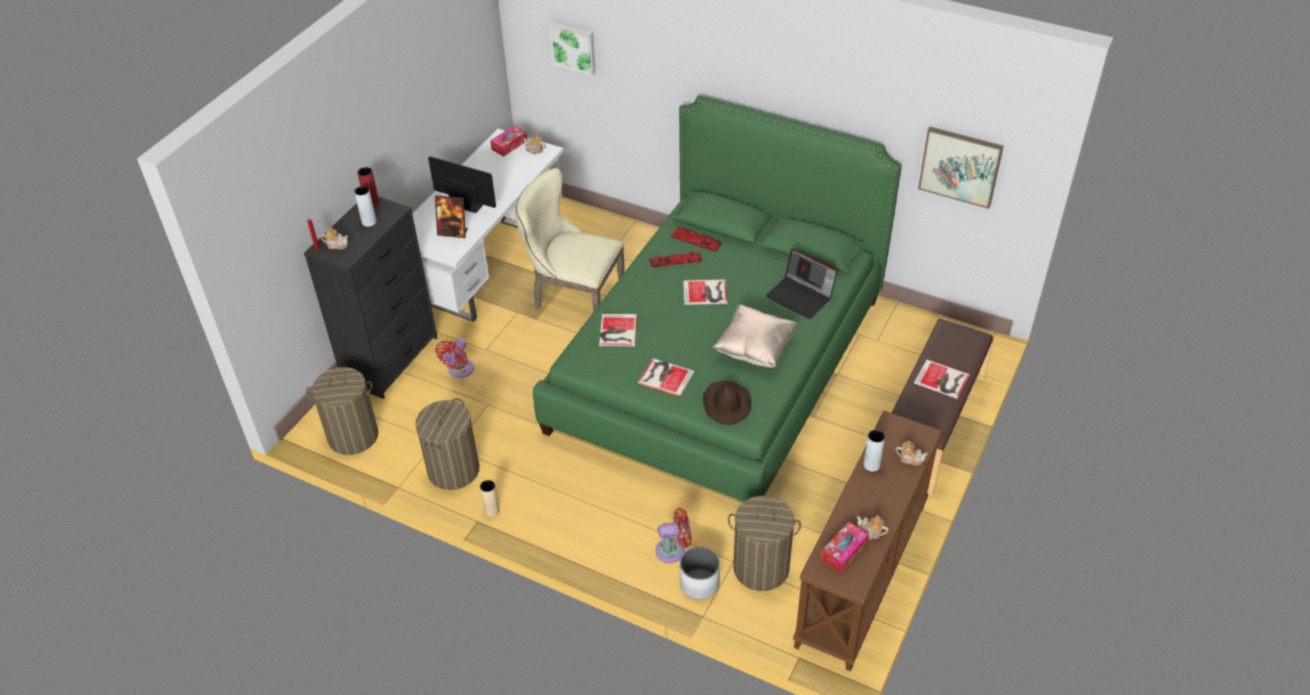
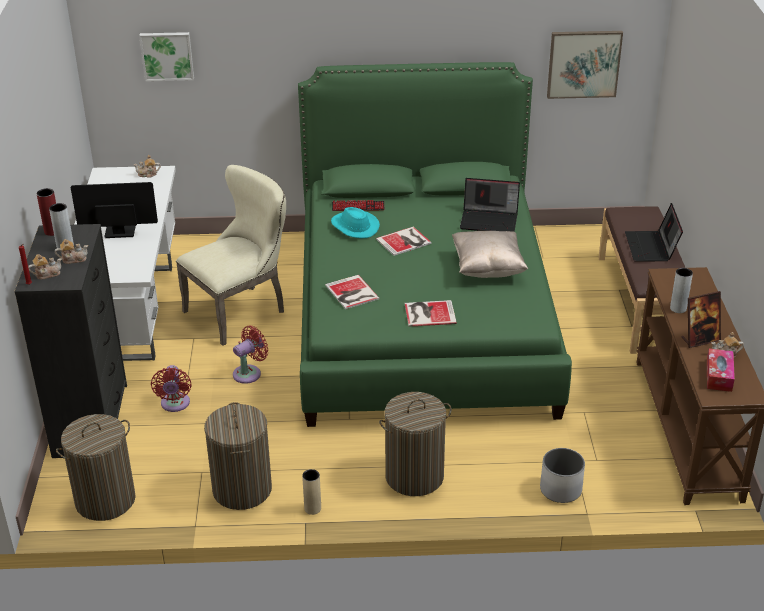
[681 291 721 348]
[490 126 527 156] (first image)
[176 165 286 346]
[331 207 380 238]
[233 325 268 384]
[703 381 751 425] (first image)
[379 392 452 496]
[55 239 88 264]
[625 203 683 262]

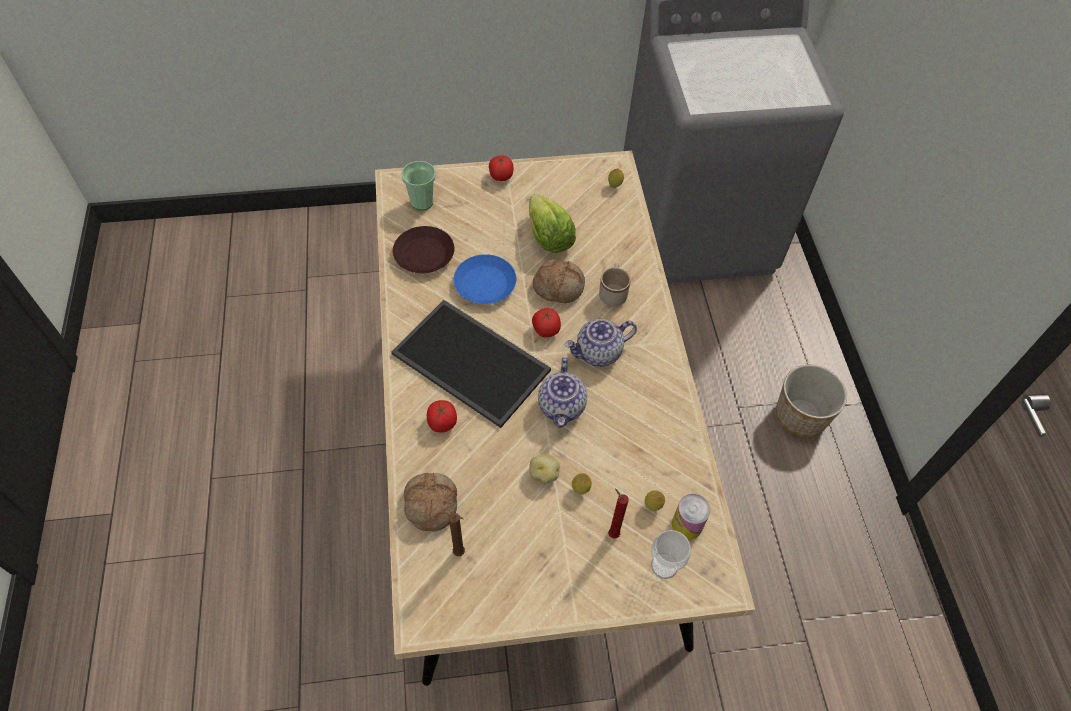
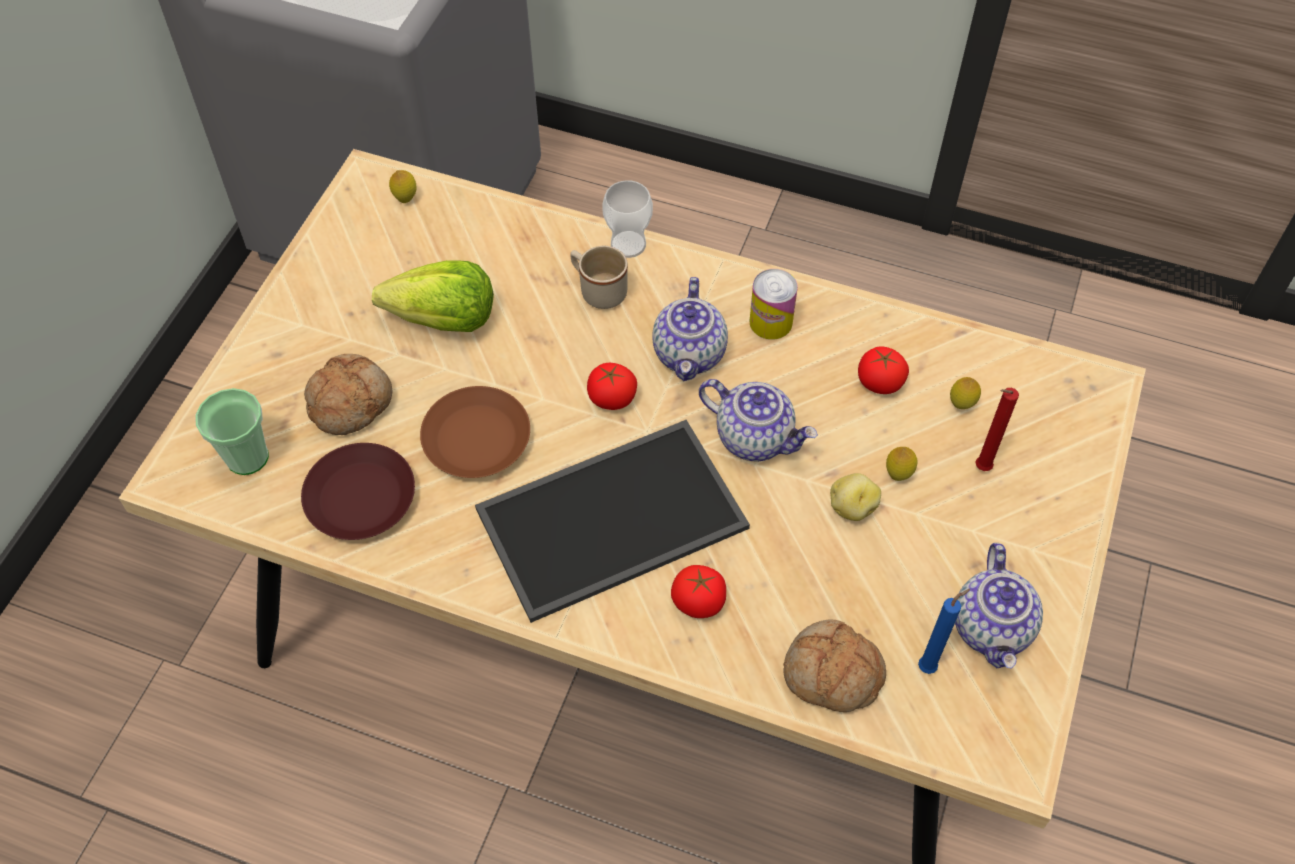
[918 589 970 674]
[420 386 530 478]
[858 346 909 394]
[304 354 392 435]
[602 180 653 258]
[749 269 798 340]
[776 365 847 437] (first image)
[955 543 1043 669]

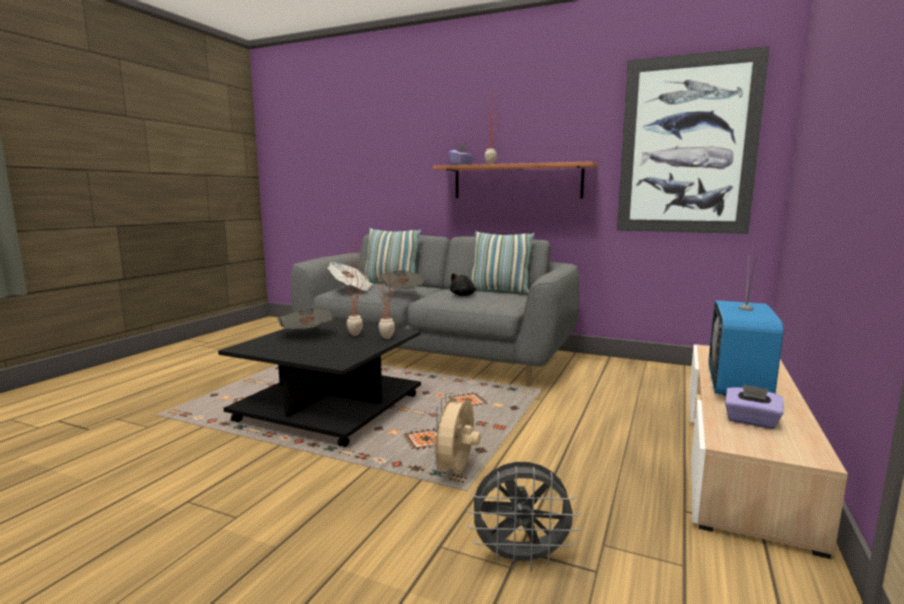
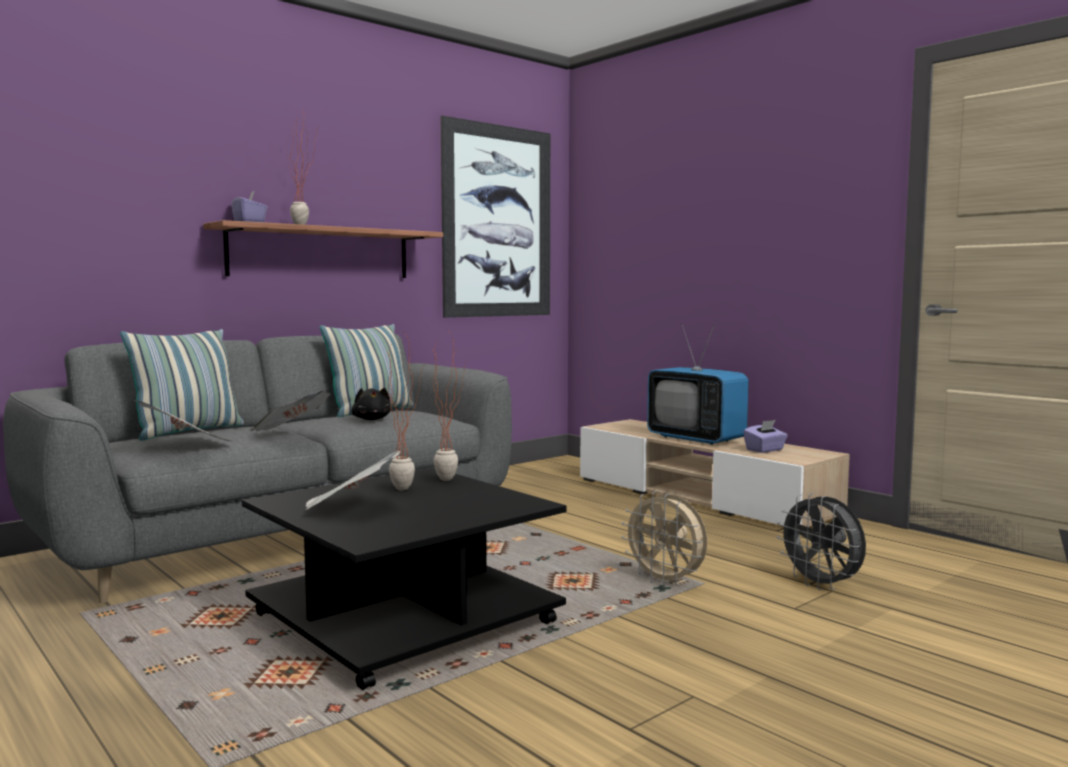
[776 493 866 590]

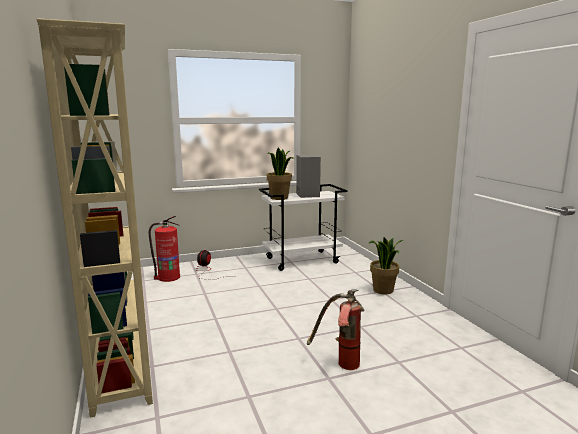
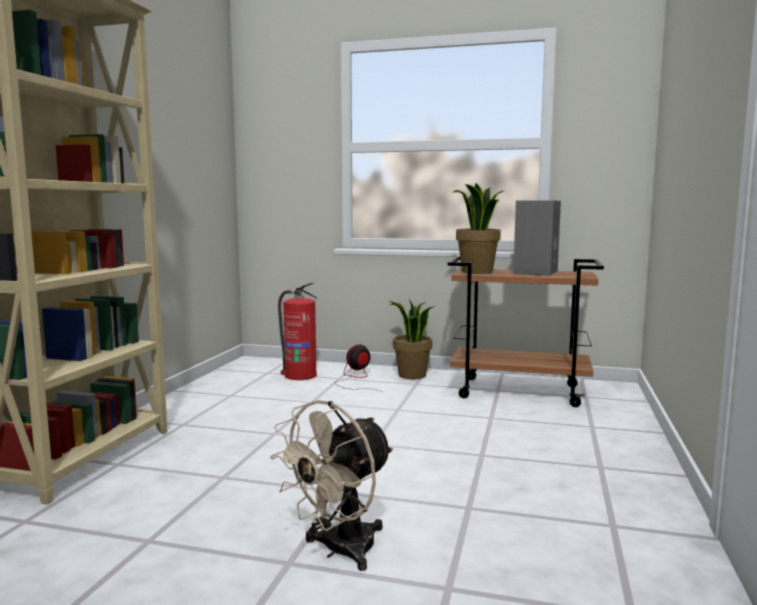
[447 256 604 407]
[270 400 393 571]
[389 298 436 379]

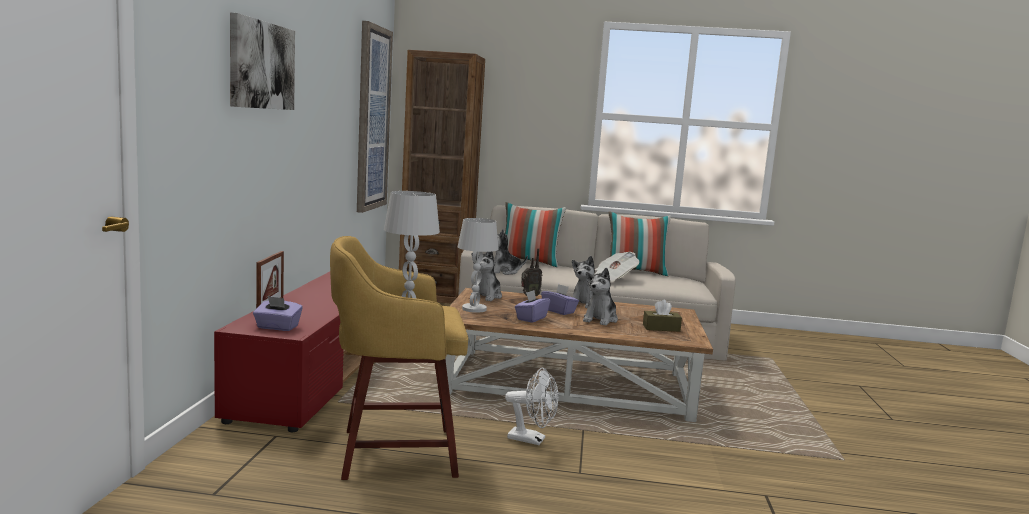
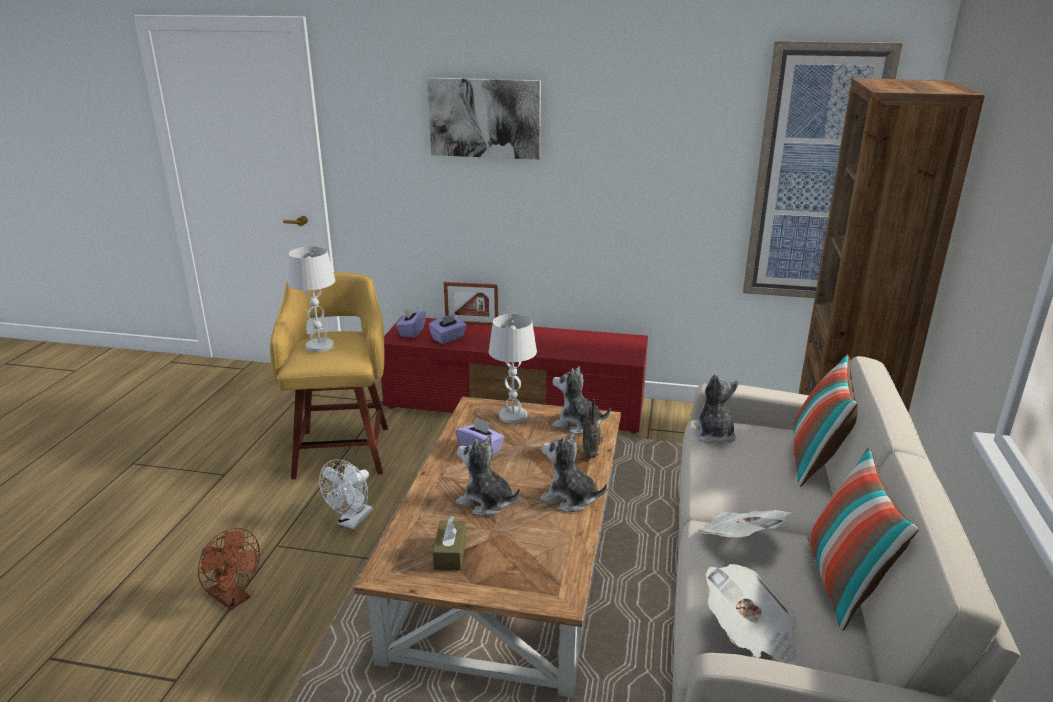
[429 314 467 344]
[198 528 260 610]
[706 564 797 665]

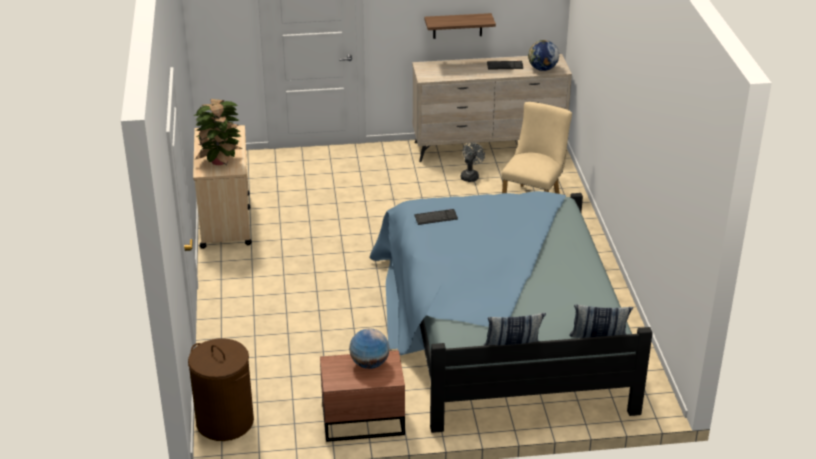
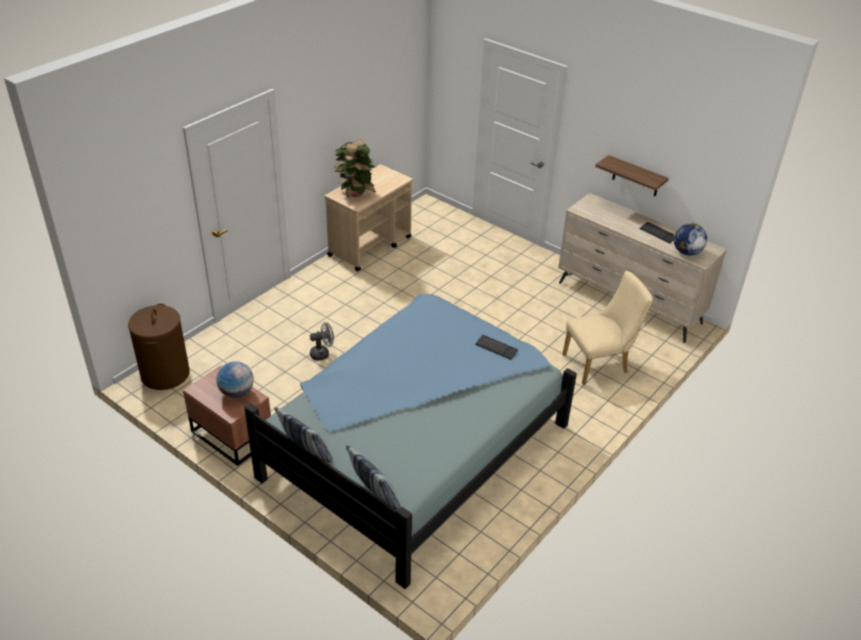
[475 335 518 360]
[310 322 334 361]

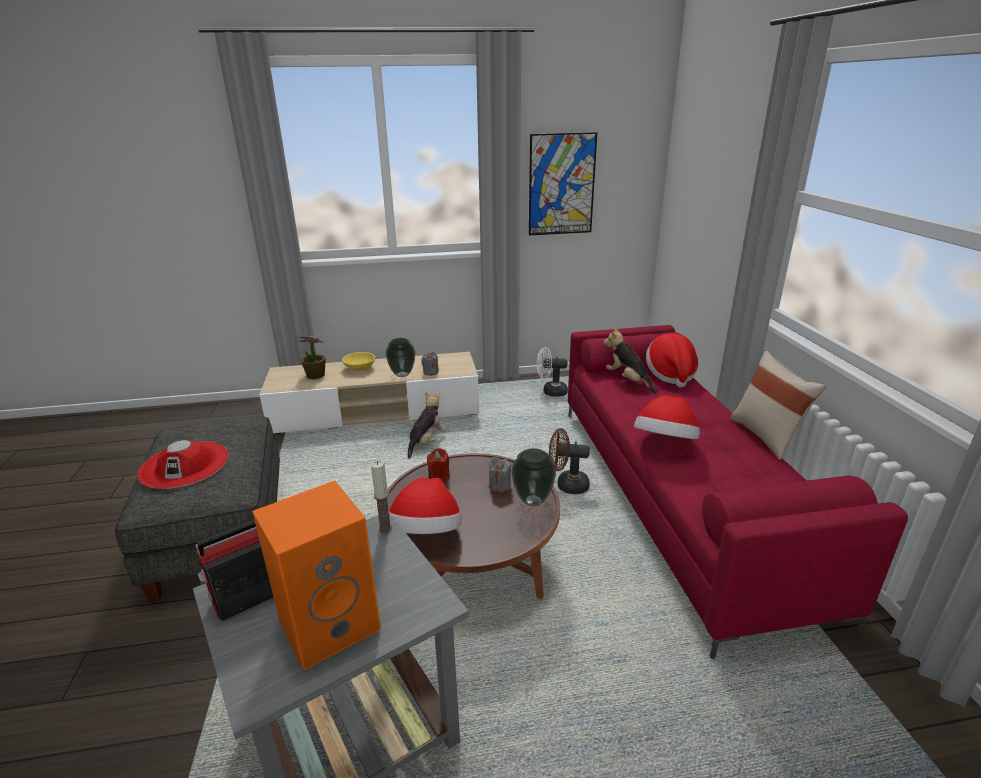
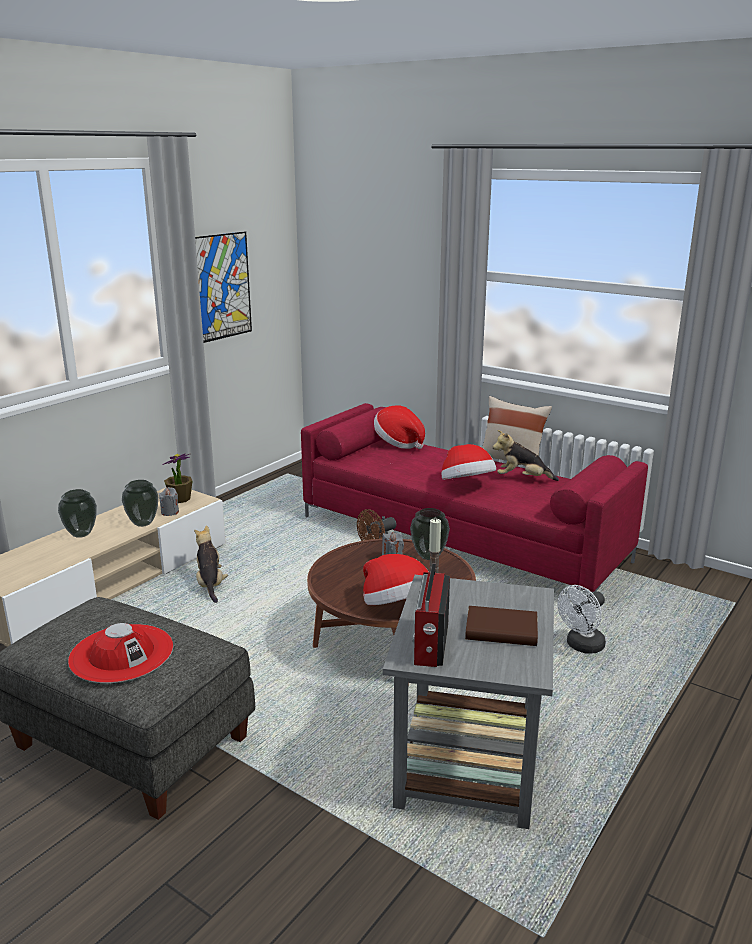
[465 606 538 646]
[162 453 193 503]
[58 489 97 538]
[427 448 450 483] (first image)
[558 585 606 654]
[493 430 559 481]

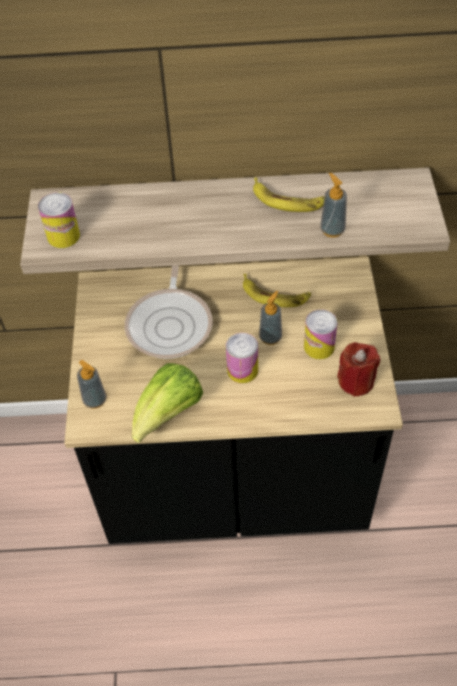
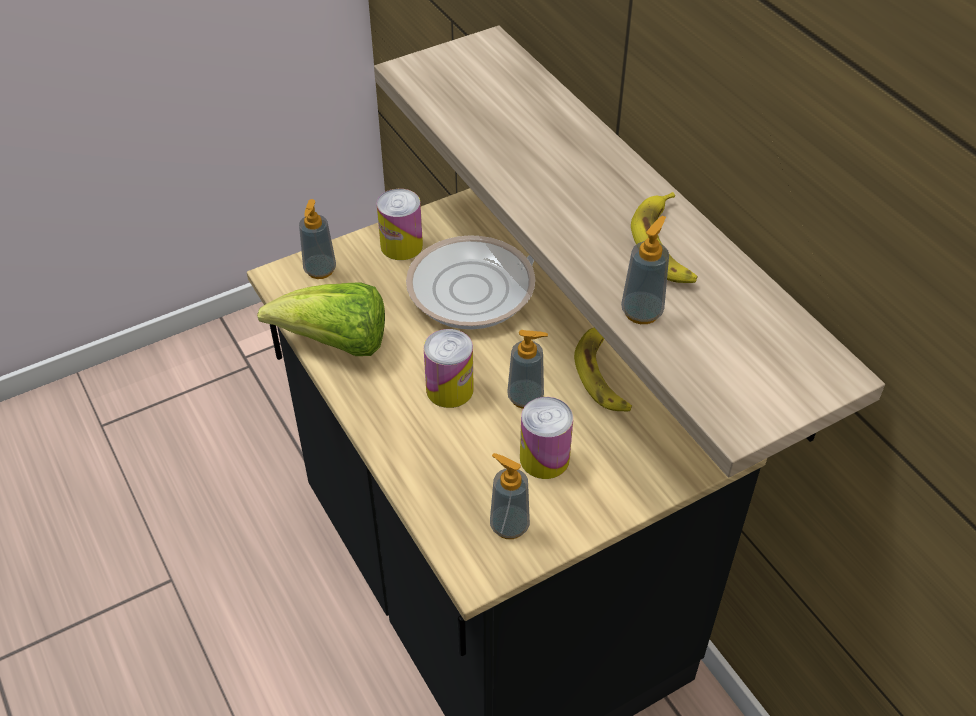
[377 189 423 260]
[490 453 530 539]

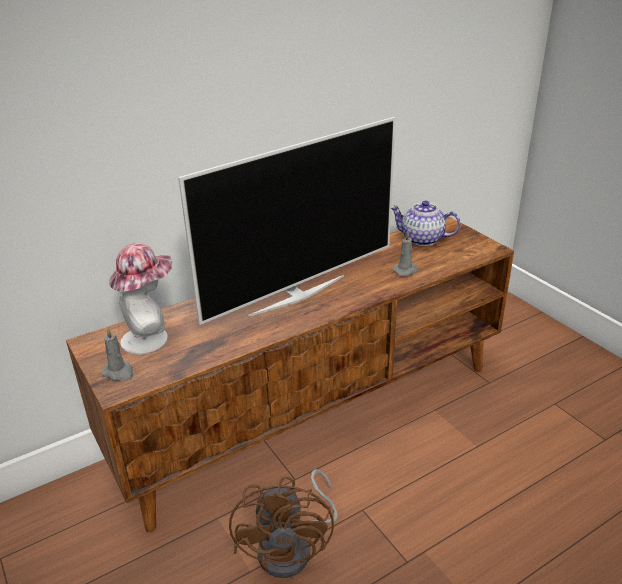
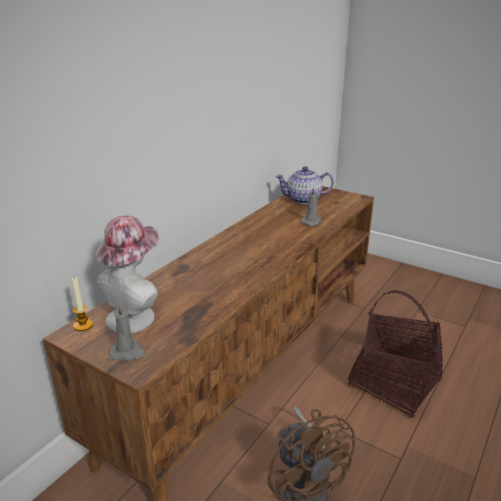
[178 117 396 325] (first image)
[72 277 93 331]
[348 290 443 418]

